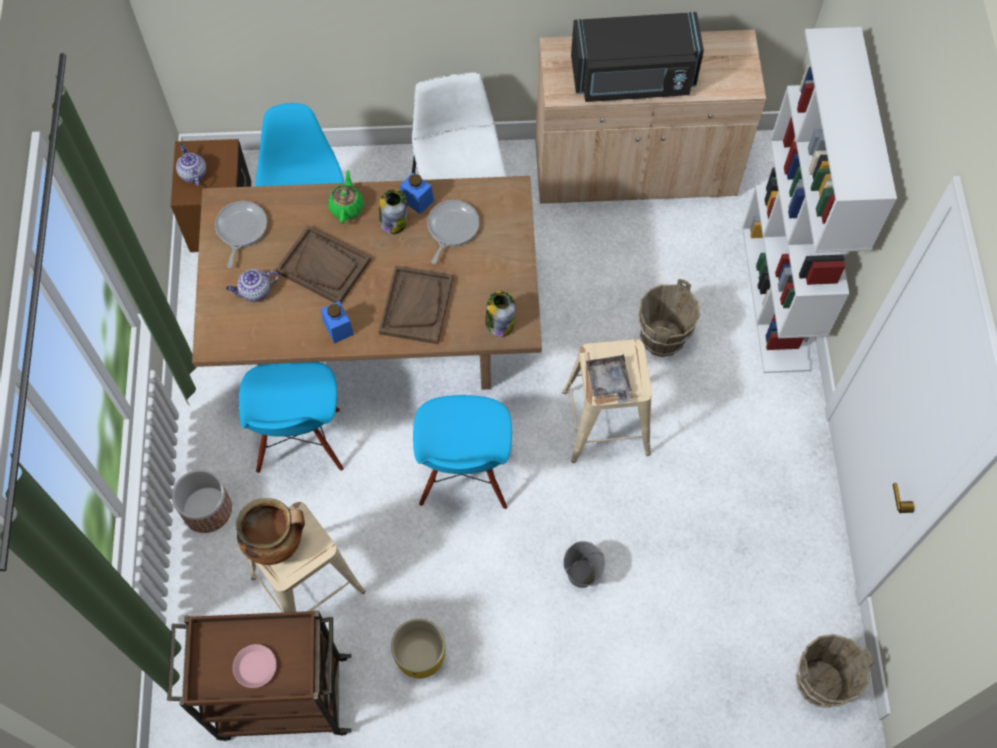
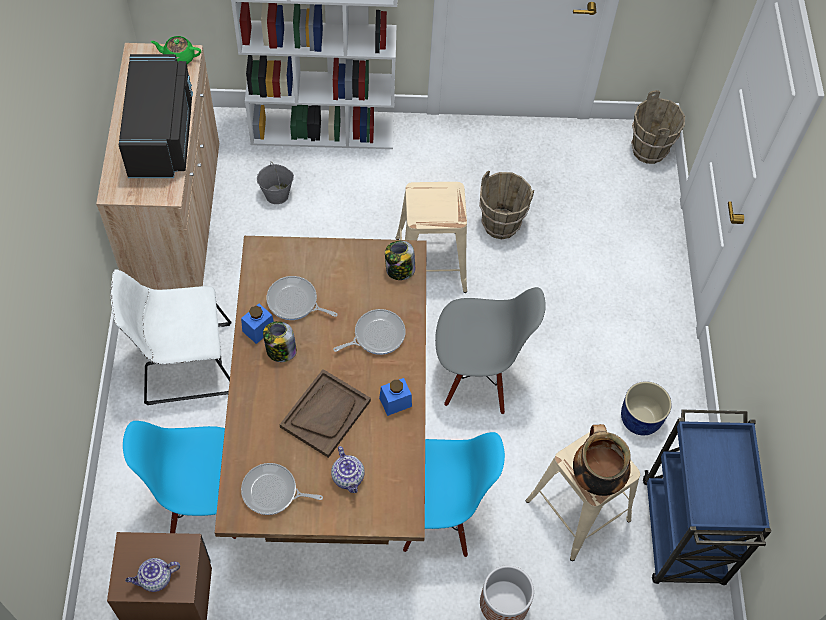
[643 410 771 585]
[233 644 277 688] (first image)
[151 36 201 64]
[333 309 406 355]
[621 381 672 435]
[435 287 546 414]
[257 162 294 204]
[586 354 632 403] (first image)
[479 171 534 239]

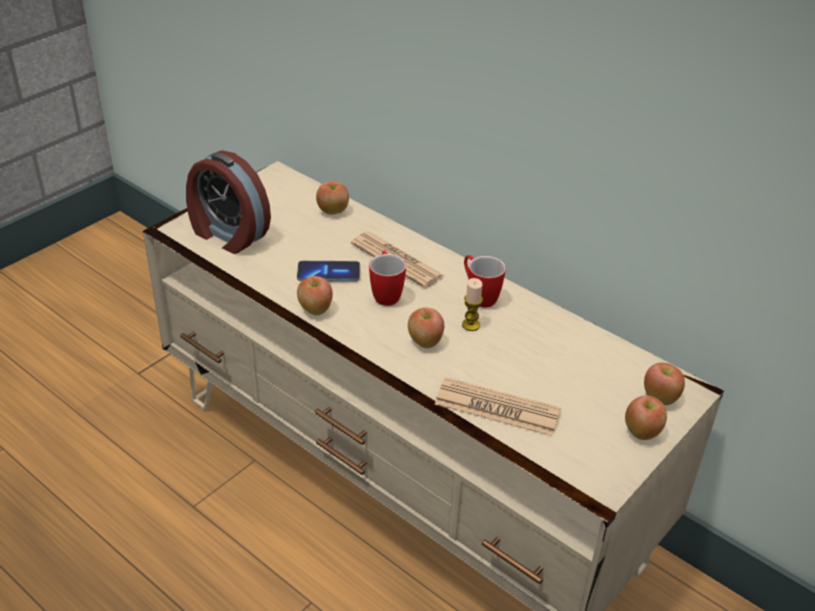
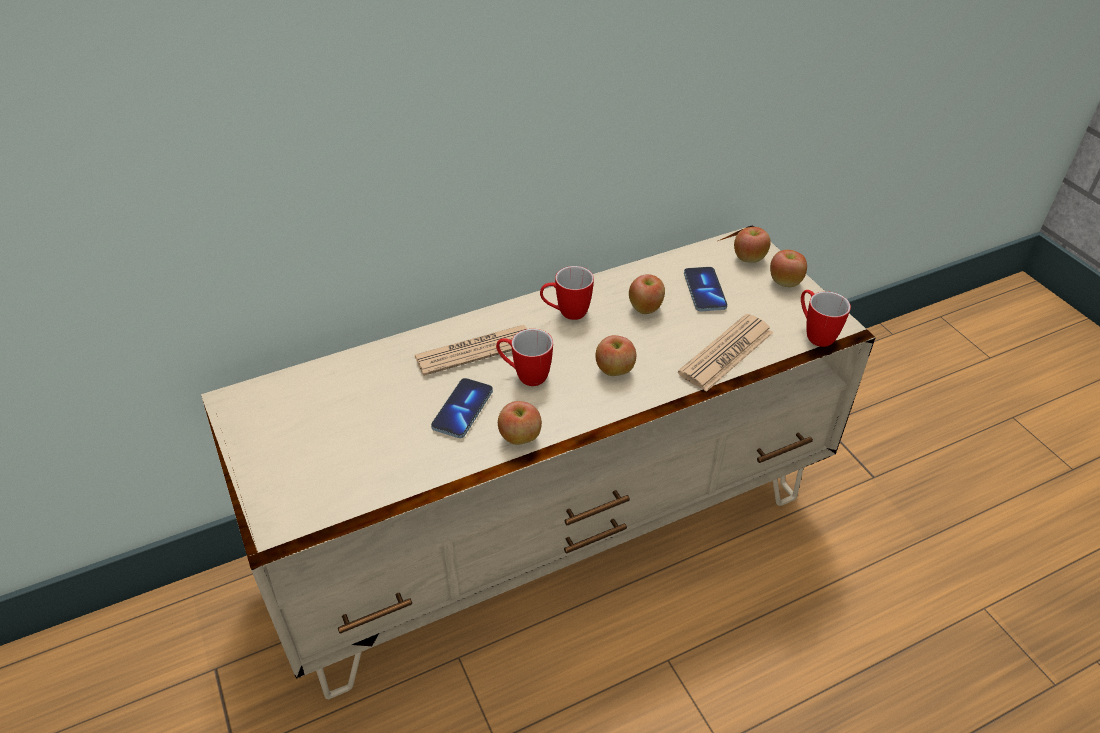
[186 150 271 254] (first image)
[629 274 665 314]
[462 278 483 331] (first image)
[684 267 728 311]
[801 290 851 347]

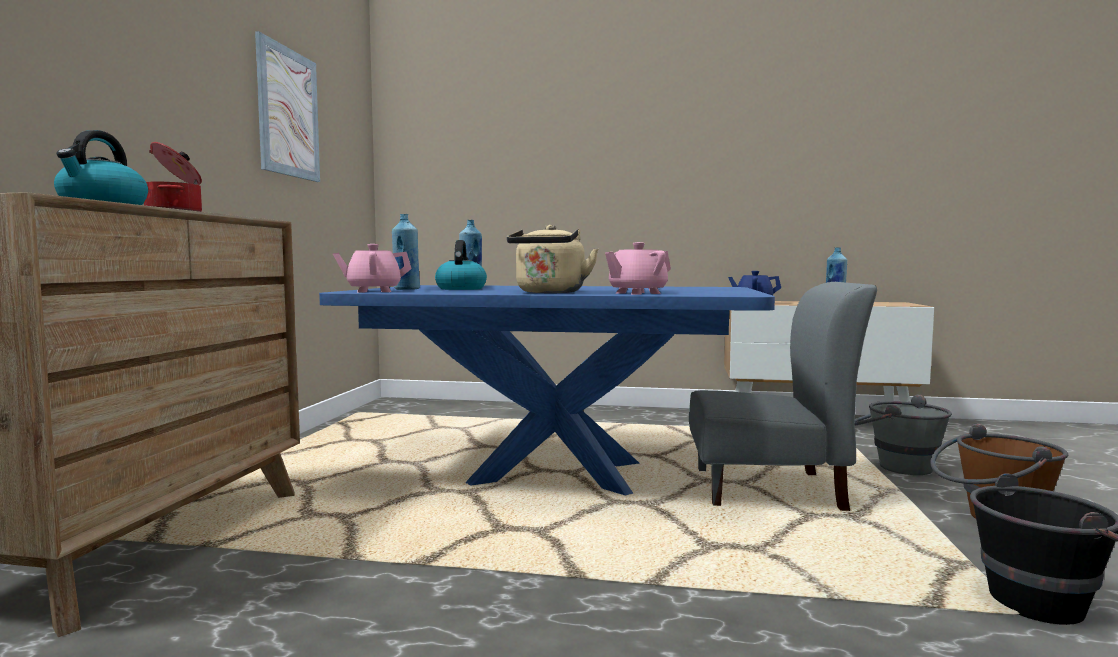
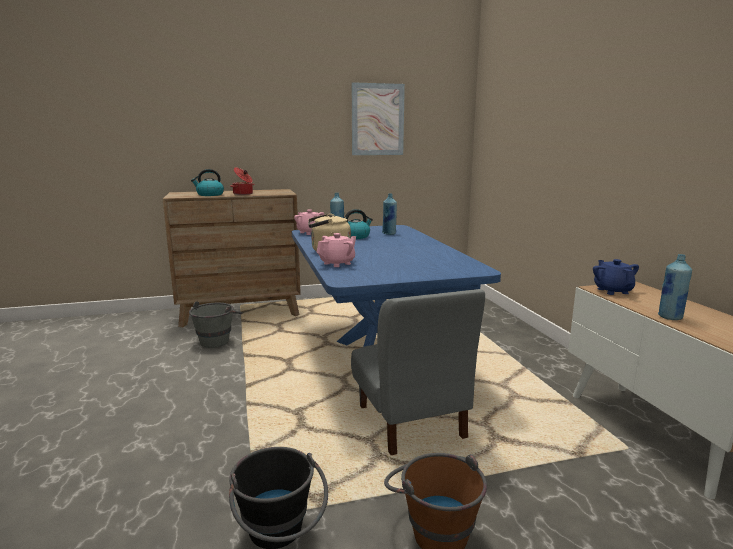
[316 233 356 267]
[189 302 243 348]

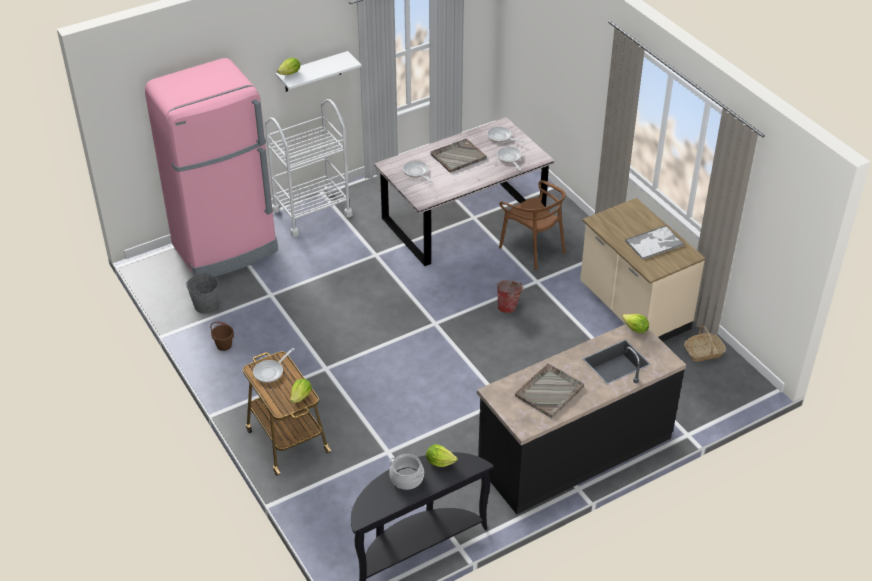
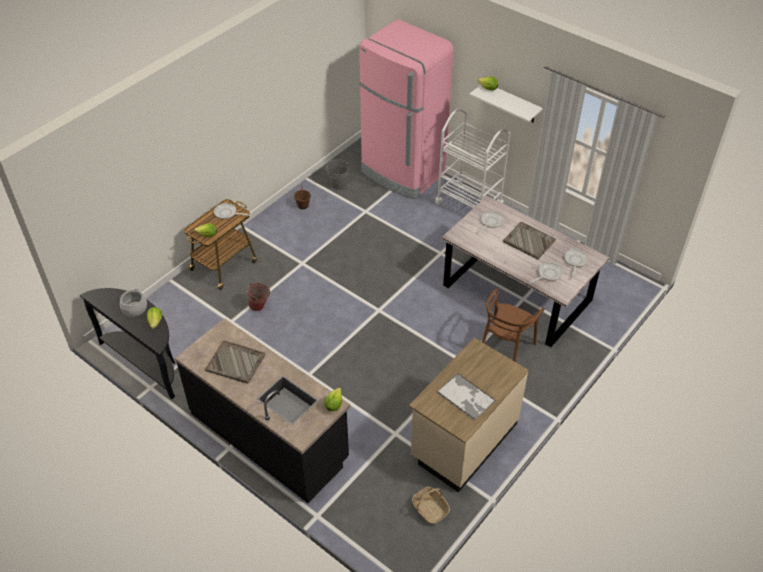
[246 283 270 311]

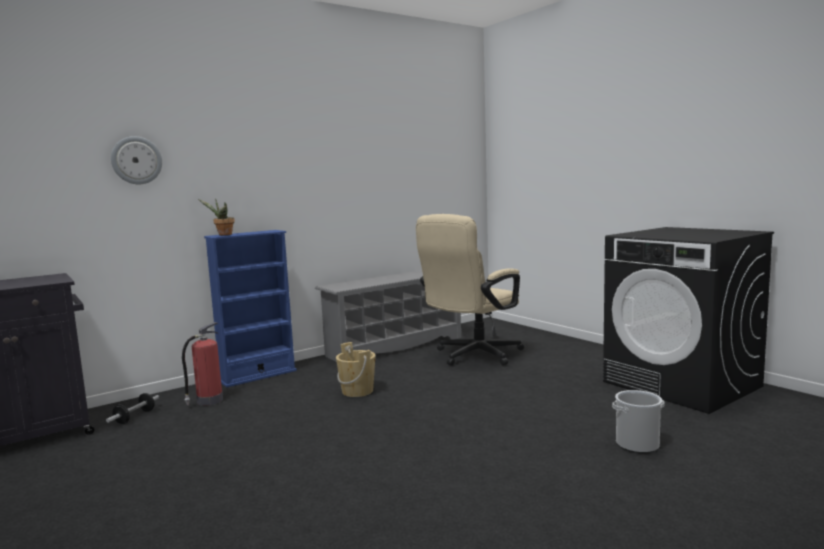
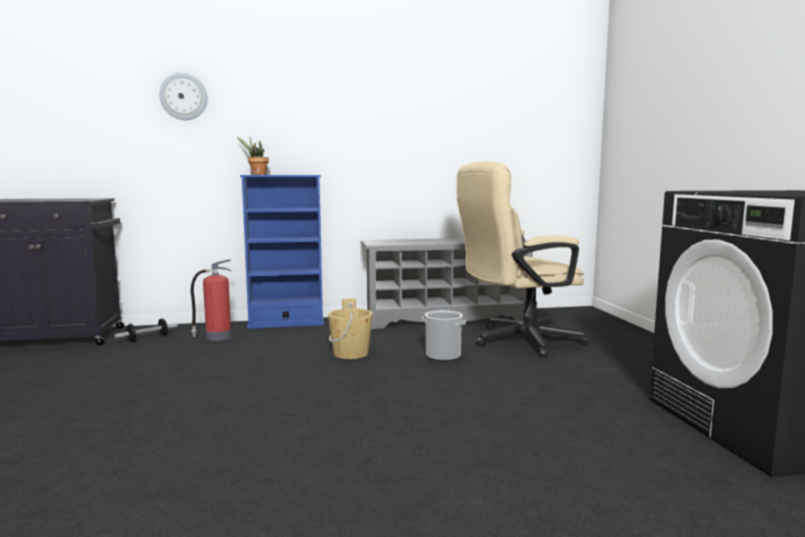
[422 310 466 361]

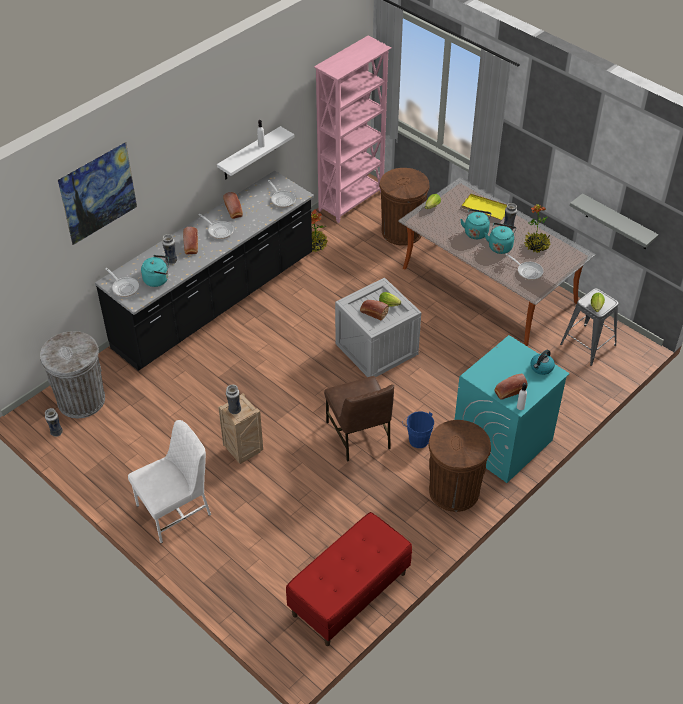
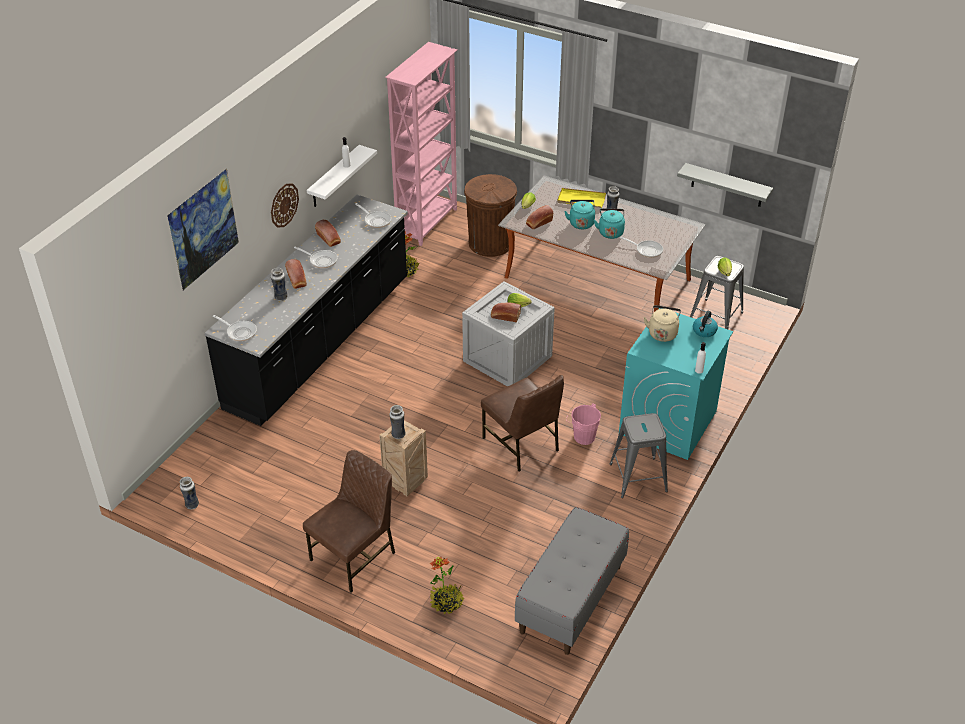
[40 331 105 418] (first image)
[303 450 395 593]
[141 255 169 287] (first image)
[515 507 629 655]
[566 403 601 445]
[610 413 668 498]
[526 205 554 229]
[430 557 464 614]
[271 184 299 228]
[644 305 681 342]

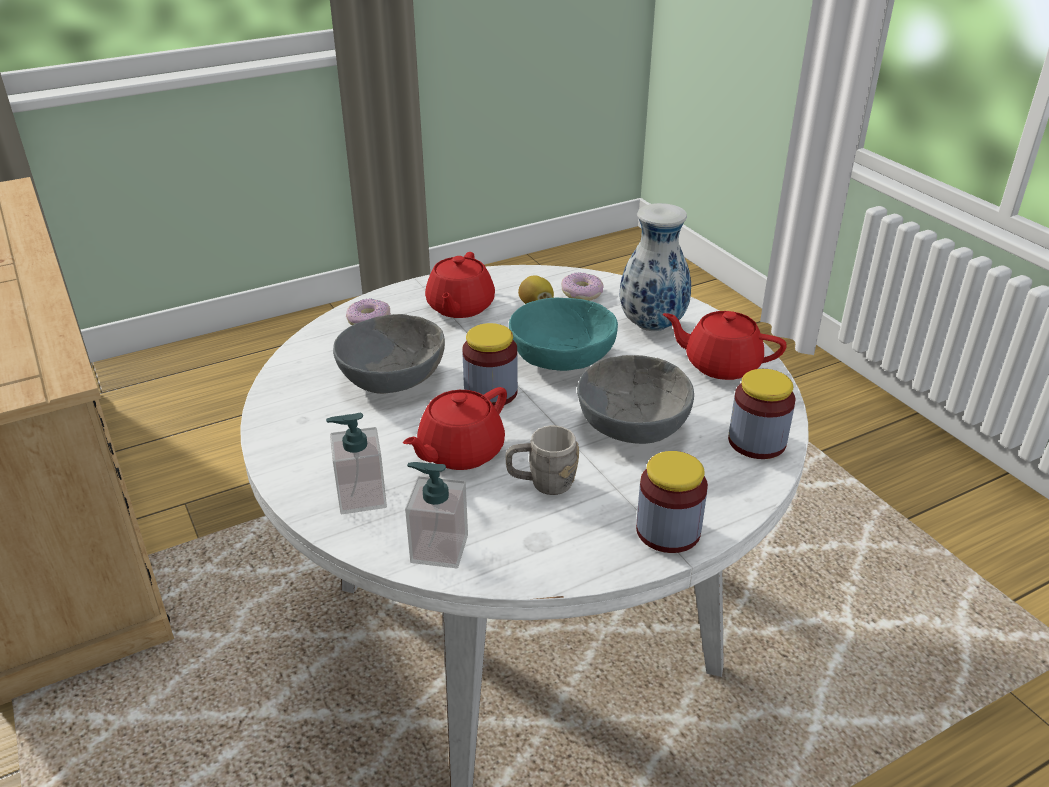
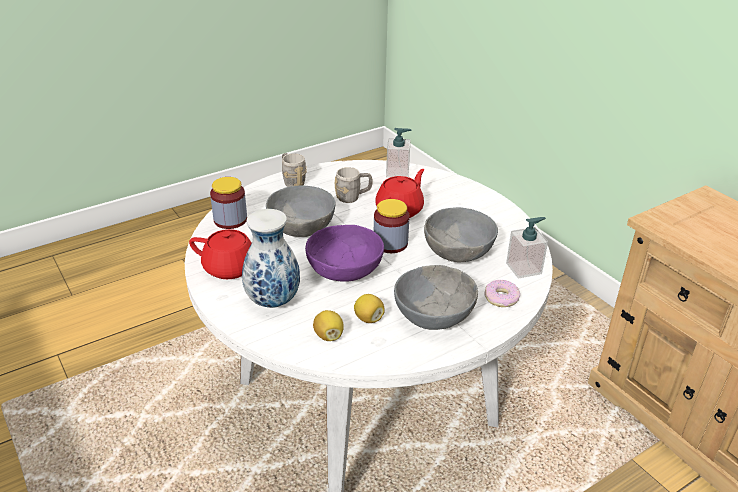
[506 217 548 279]
[394 265 478 330]
[305 225 384 282]
[313 310 344 341]
[282 153 307 187]

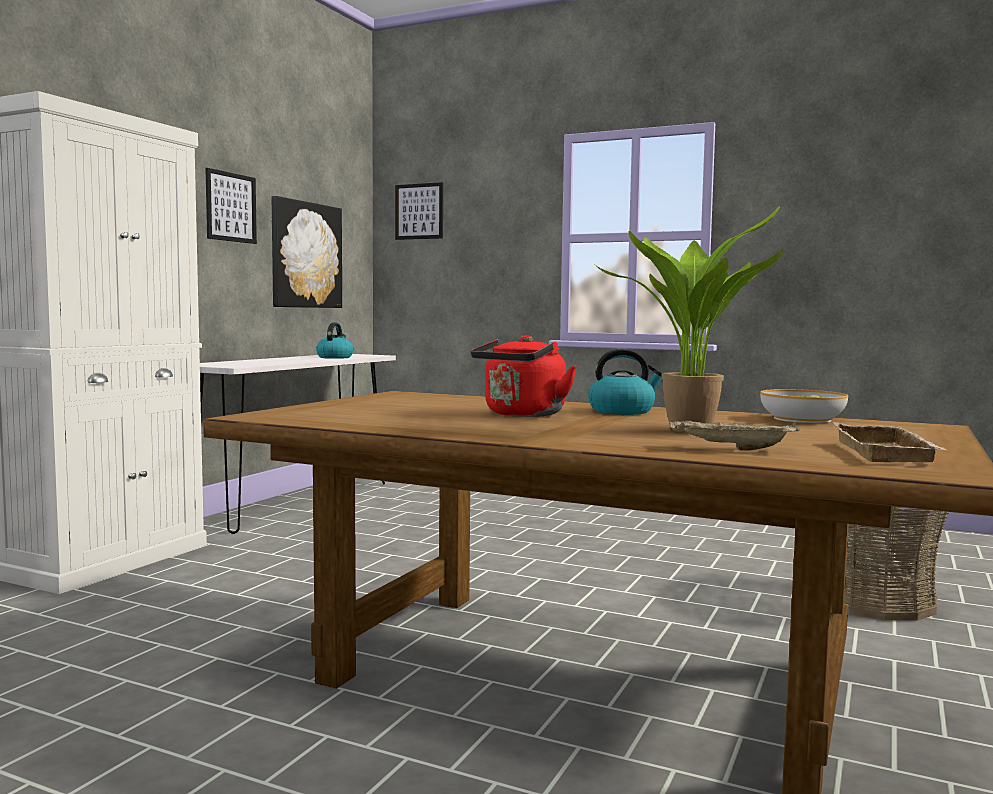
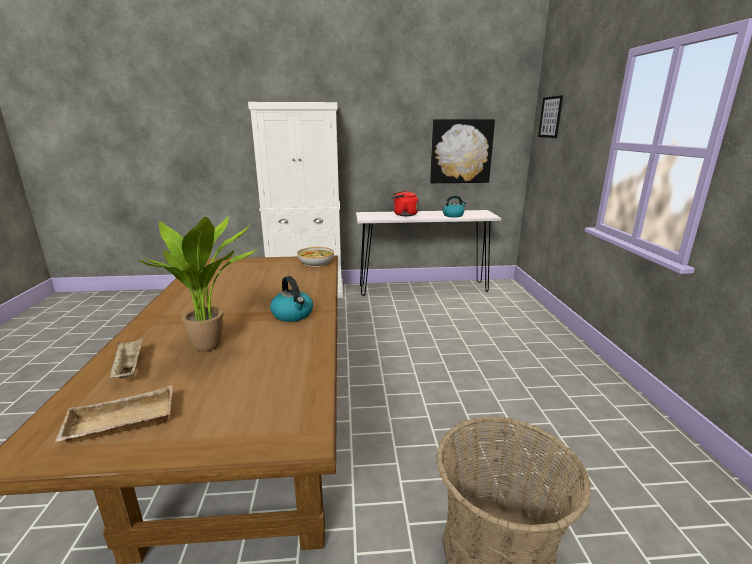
[205 168 257 244] (first image)
[391 191 419 216]
[297 247 334 267]

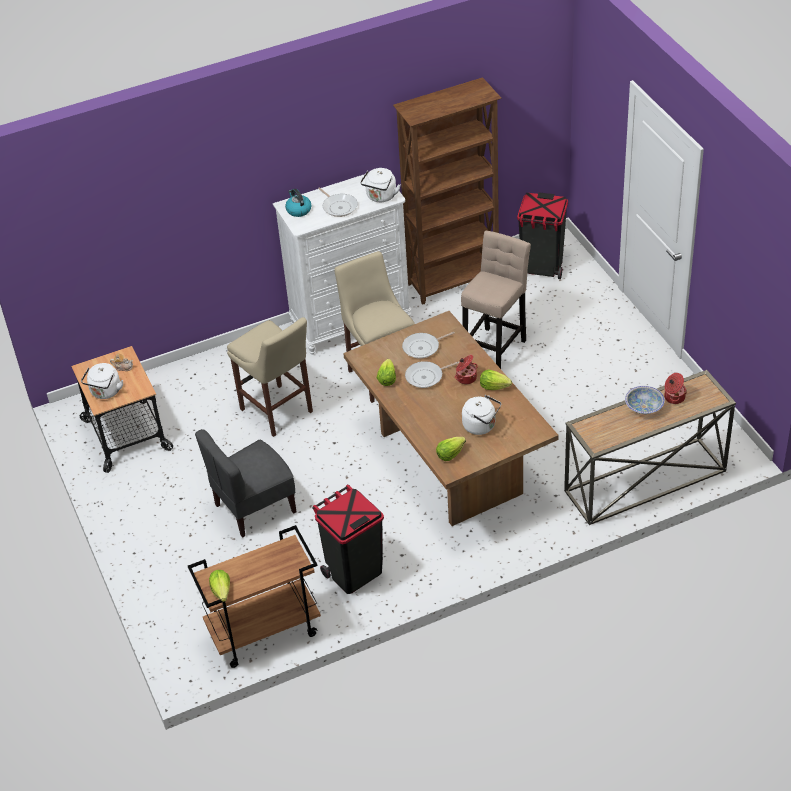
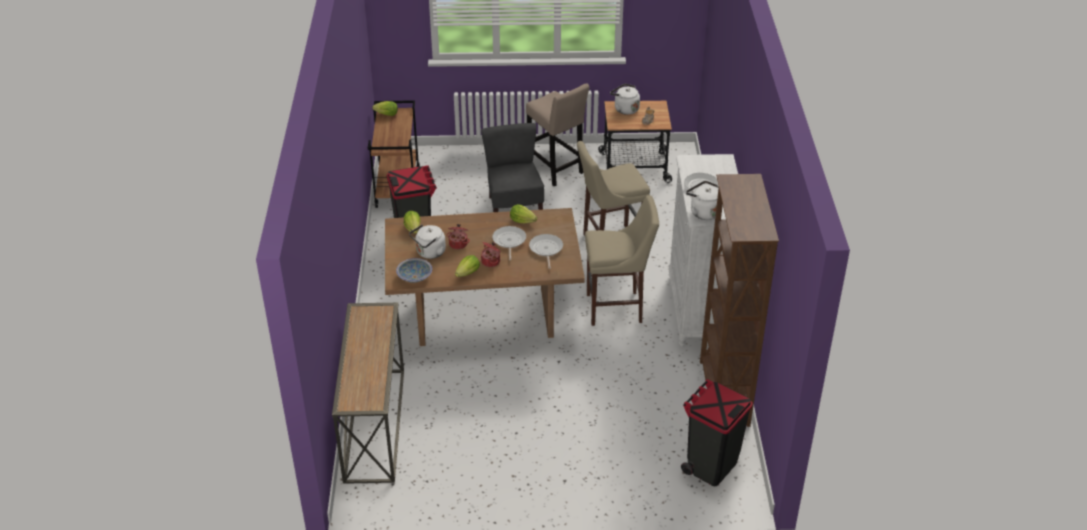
[285 189 312 217] (first image)
[526 83 590 186]
[396 258 432 283]
[447 224 470 250]

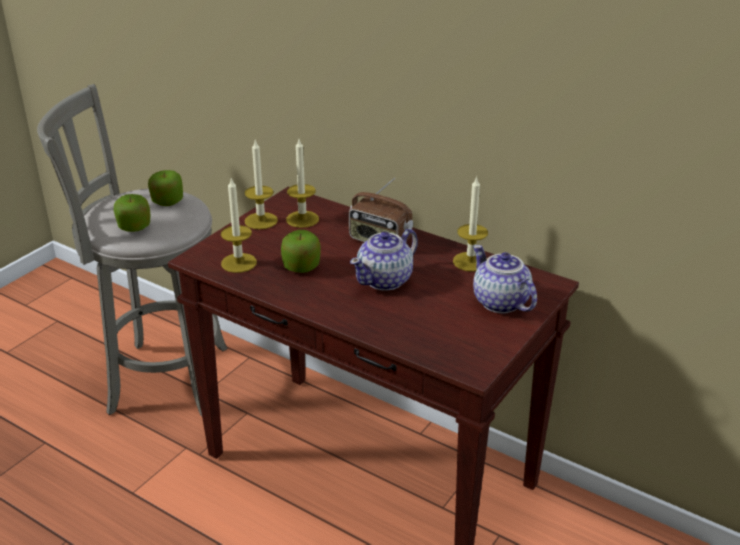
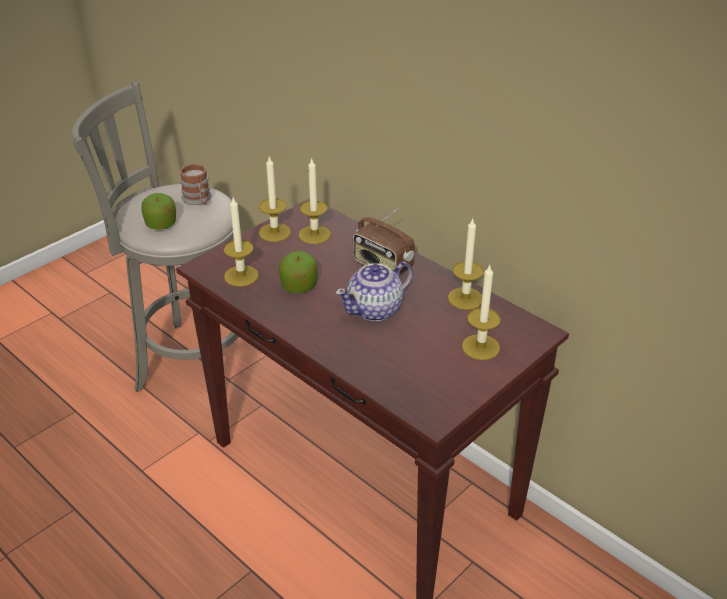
[180 163 212 205]
[462 265 501 360]

